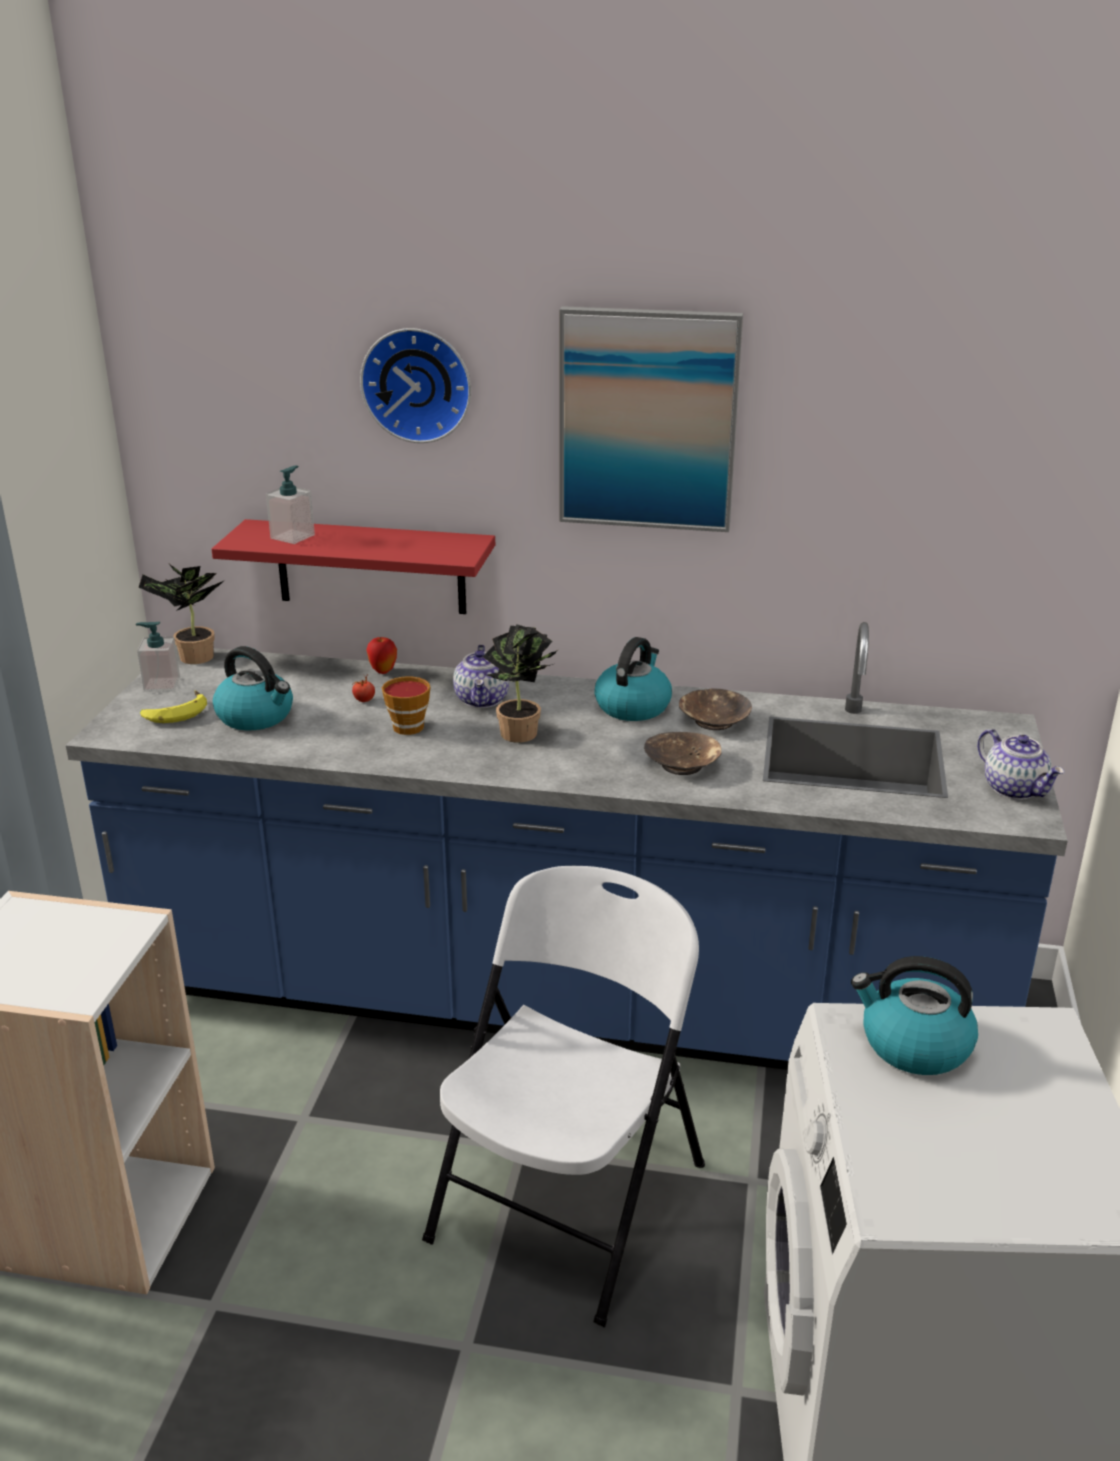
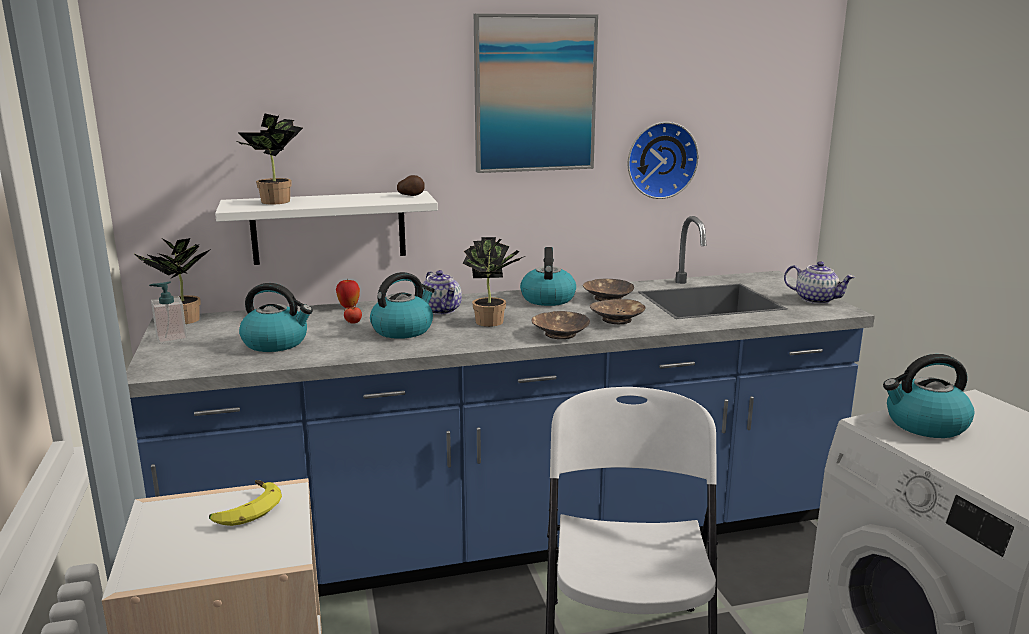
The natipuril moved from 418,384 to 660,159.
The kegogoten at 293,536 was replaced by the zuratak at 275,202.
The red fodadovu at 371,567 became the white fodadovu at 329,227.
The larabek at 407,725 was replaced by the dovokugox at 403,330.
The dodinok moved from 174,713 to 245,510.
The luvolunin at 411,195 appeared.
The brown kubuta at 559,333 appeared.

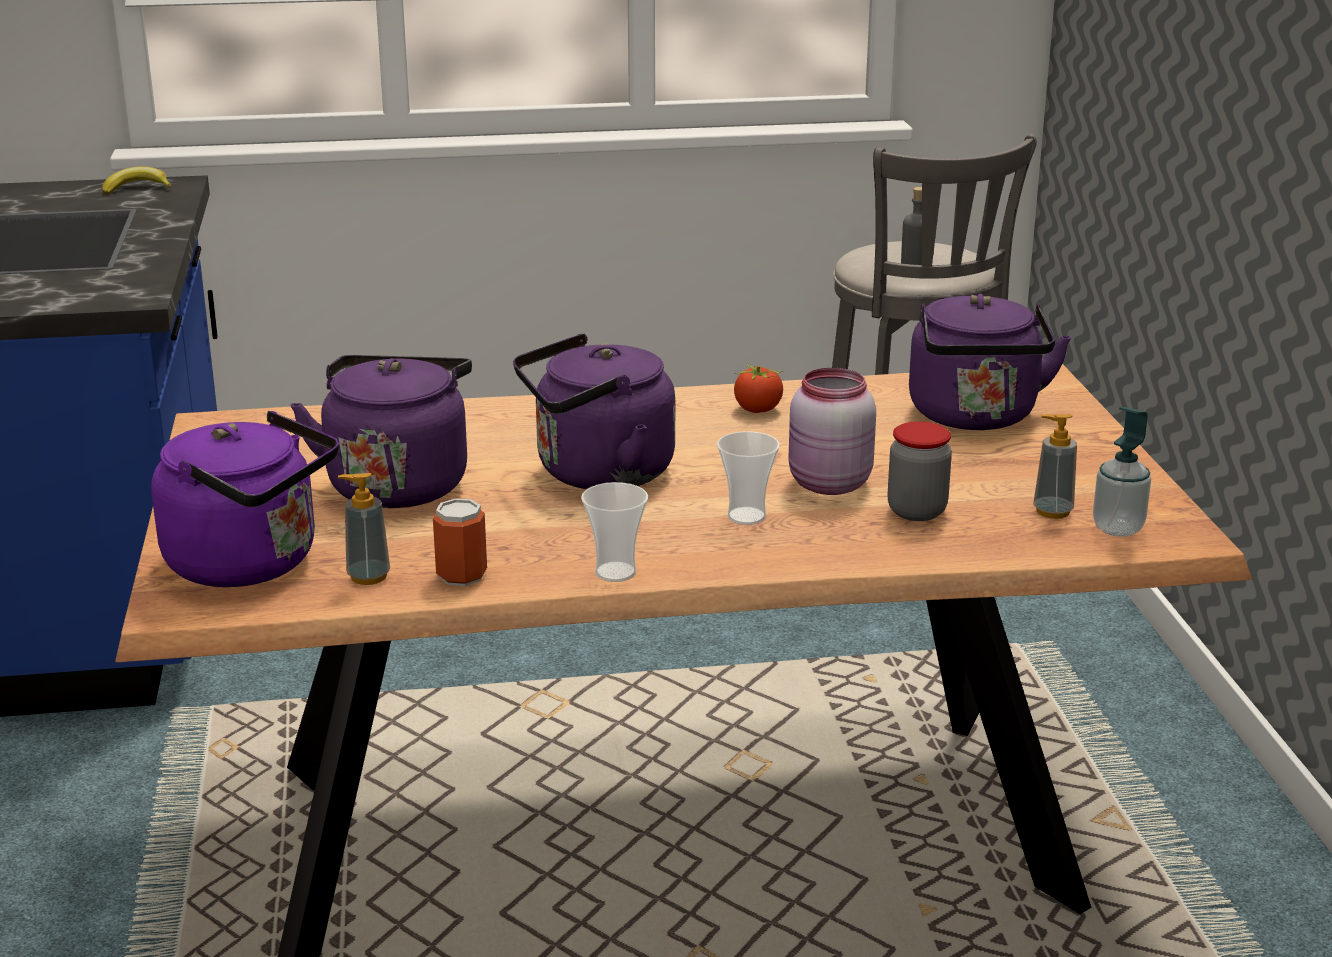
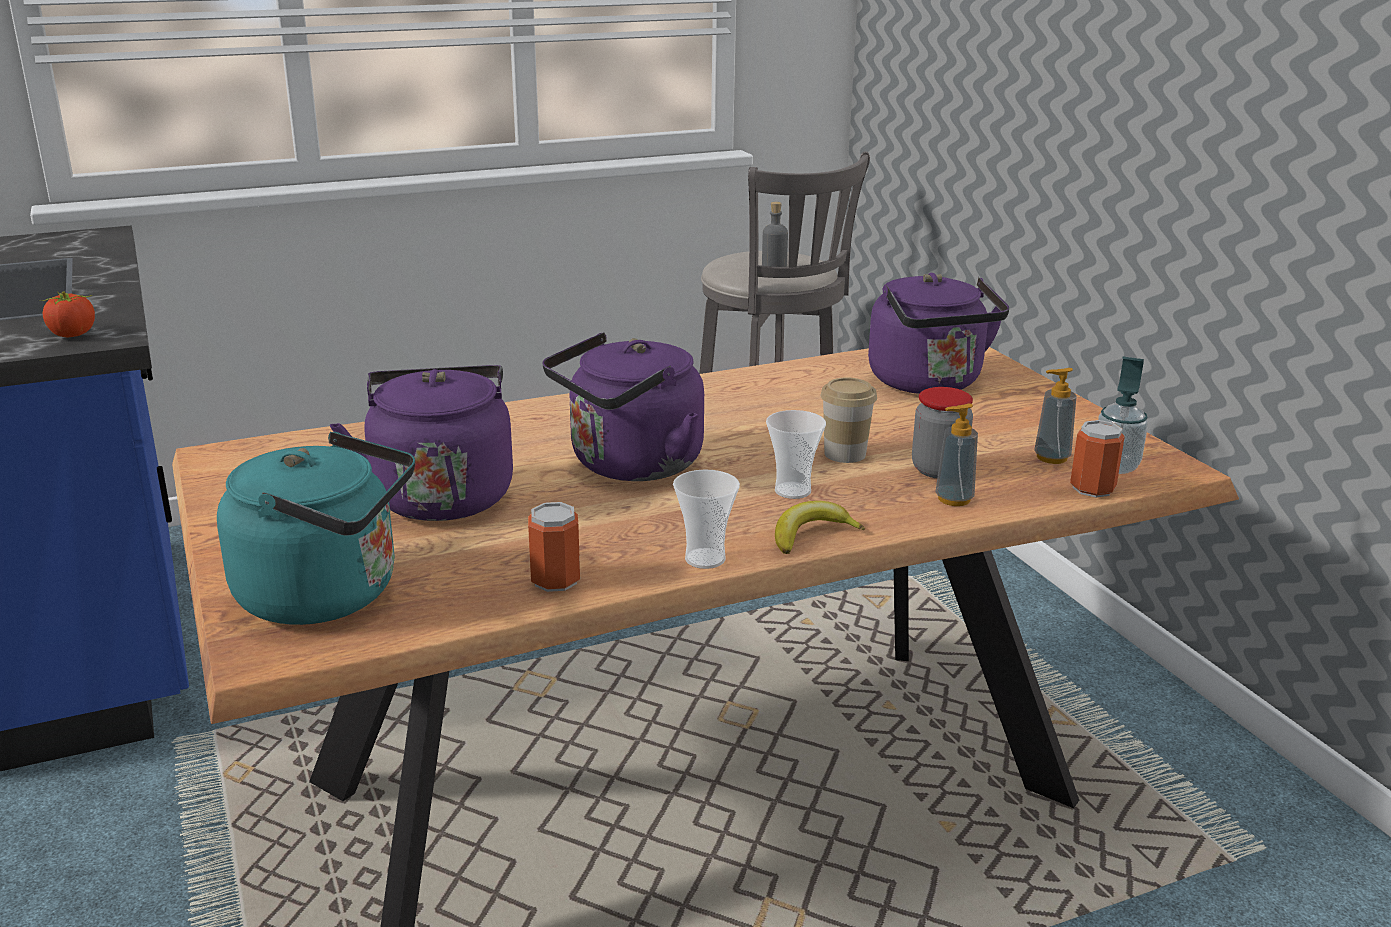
The dodinok moved from 137,188 to 811,535.
The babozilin moved from 758,409 to 73,335.
The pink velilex at 827,484 was replaced by the larabek at 845,454.
The purple dovokugox at 252,564 became the turquoise dovokugox at 328,595.
The kegogoten moved from 368,576 to 954,499.
The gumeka at 1092,488 appeared.

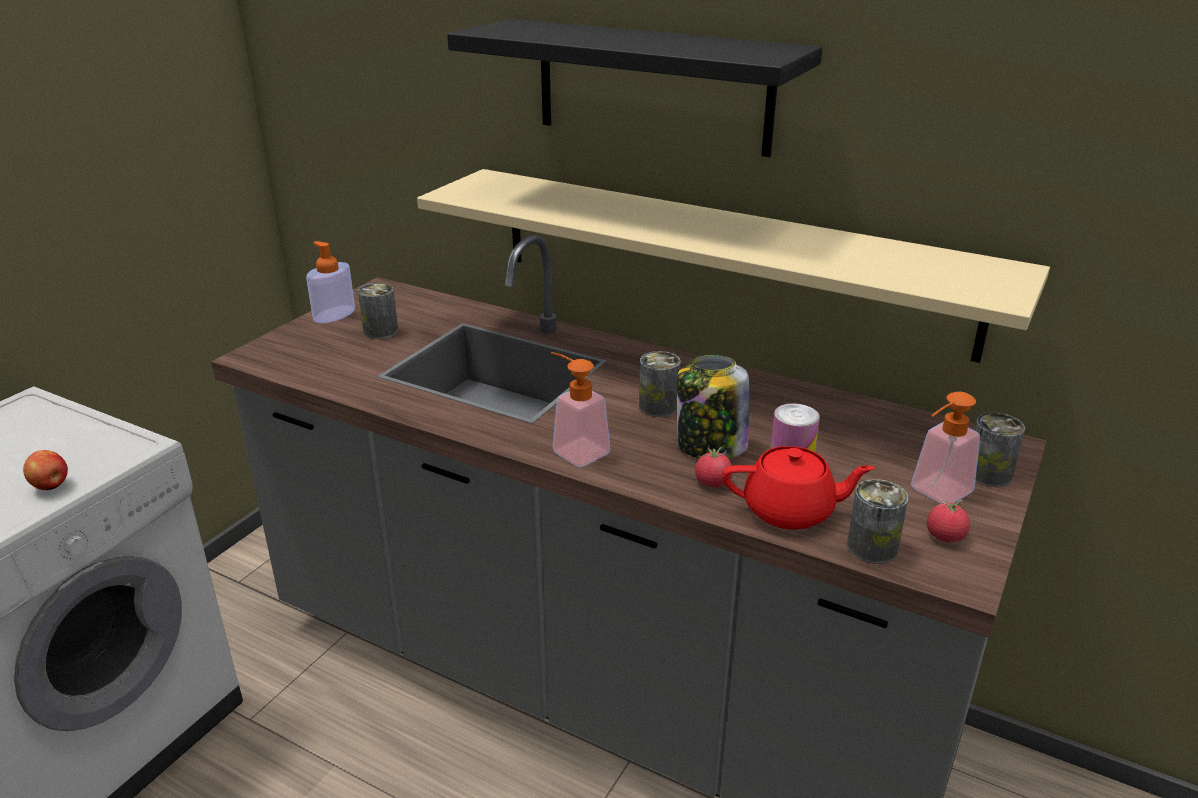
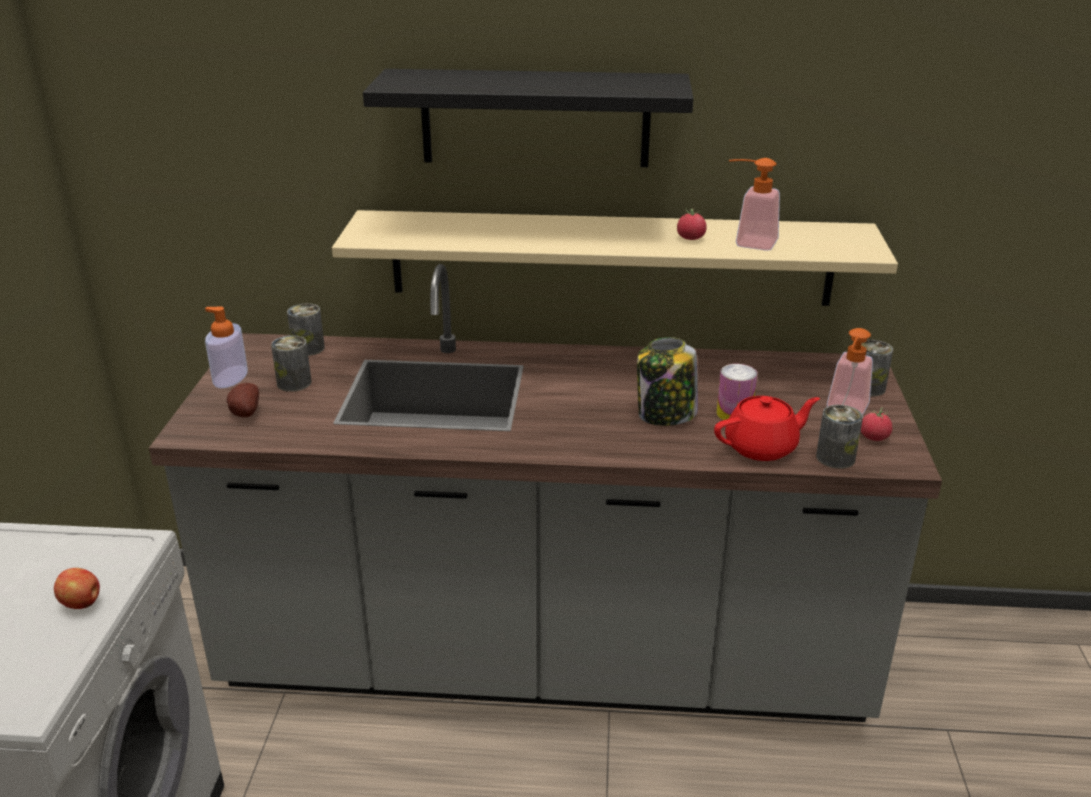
The gumeka moved from 658,407 to 308,348.
The kegogoten moved from 574,449 to 748,242.
The babozilin moved from 712,483 to 690,238.
The luvolunin at 244,414 appeared.

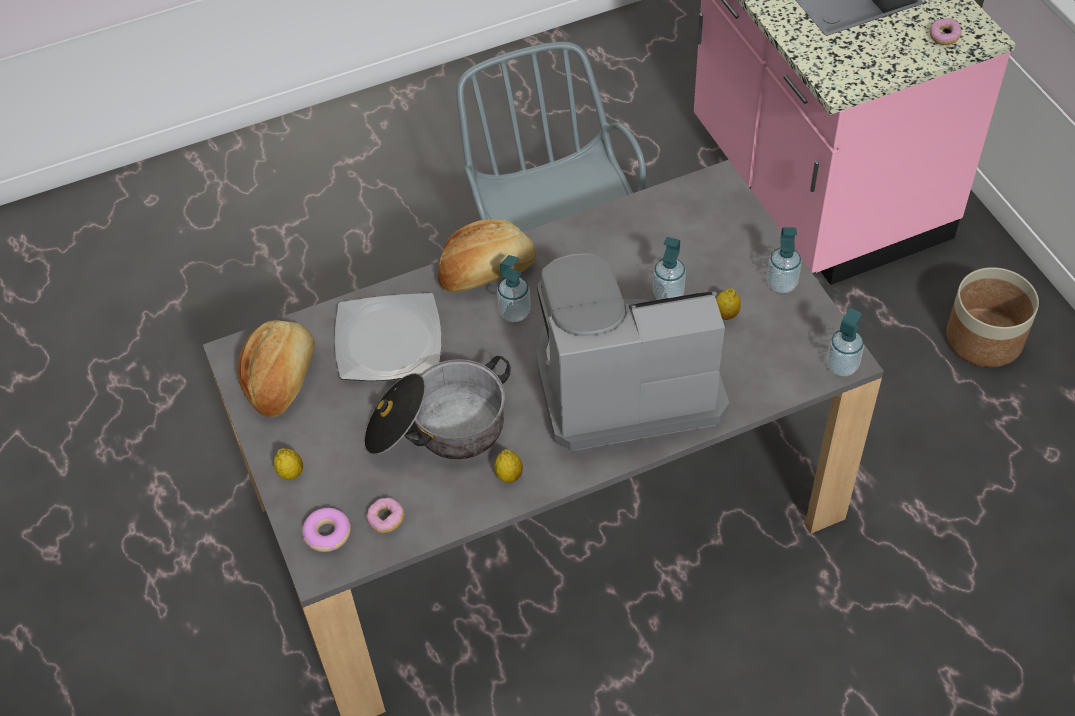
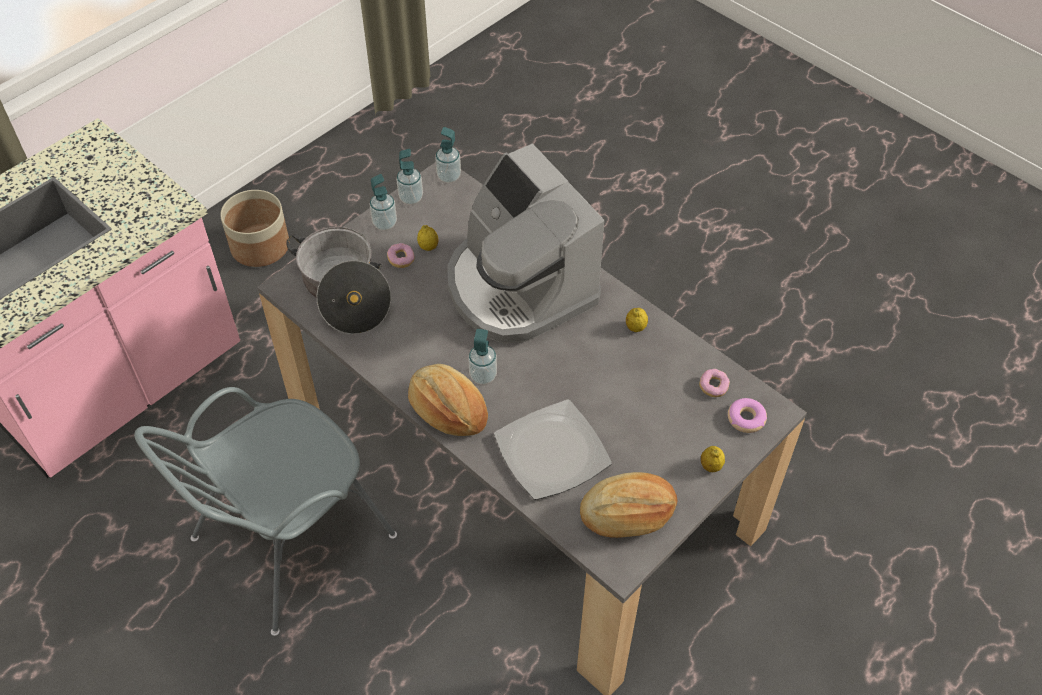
The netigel moved from 944,37 to 401,260.
The kegogoten moved from 668,294 to 411,198.
The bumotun moved from 438,428 to 344,292.

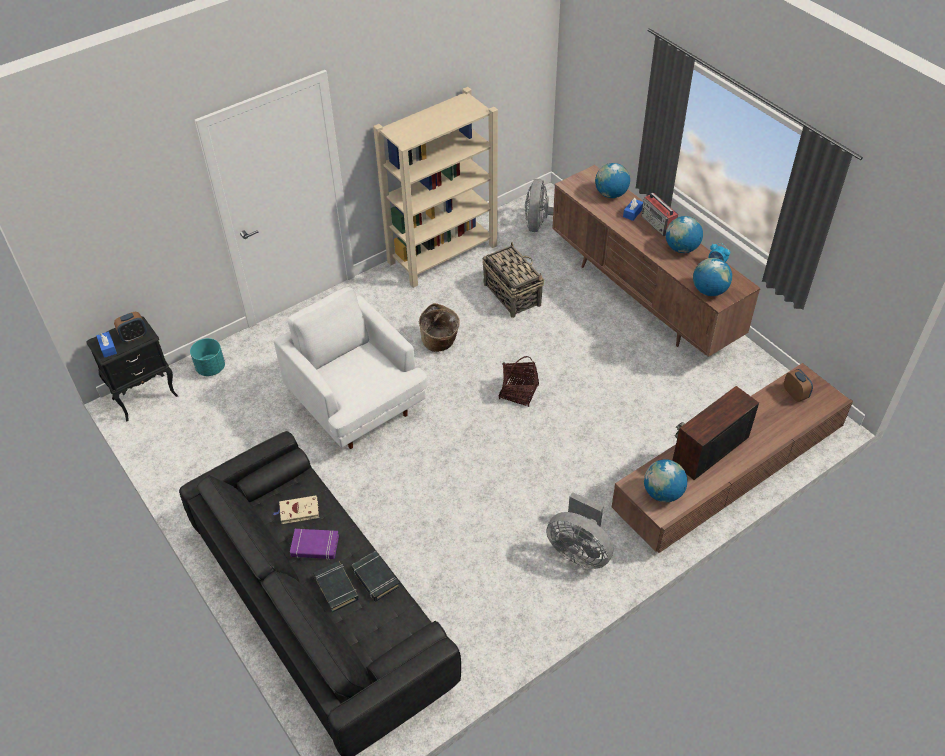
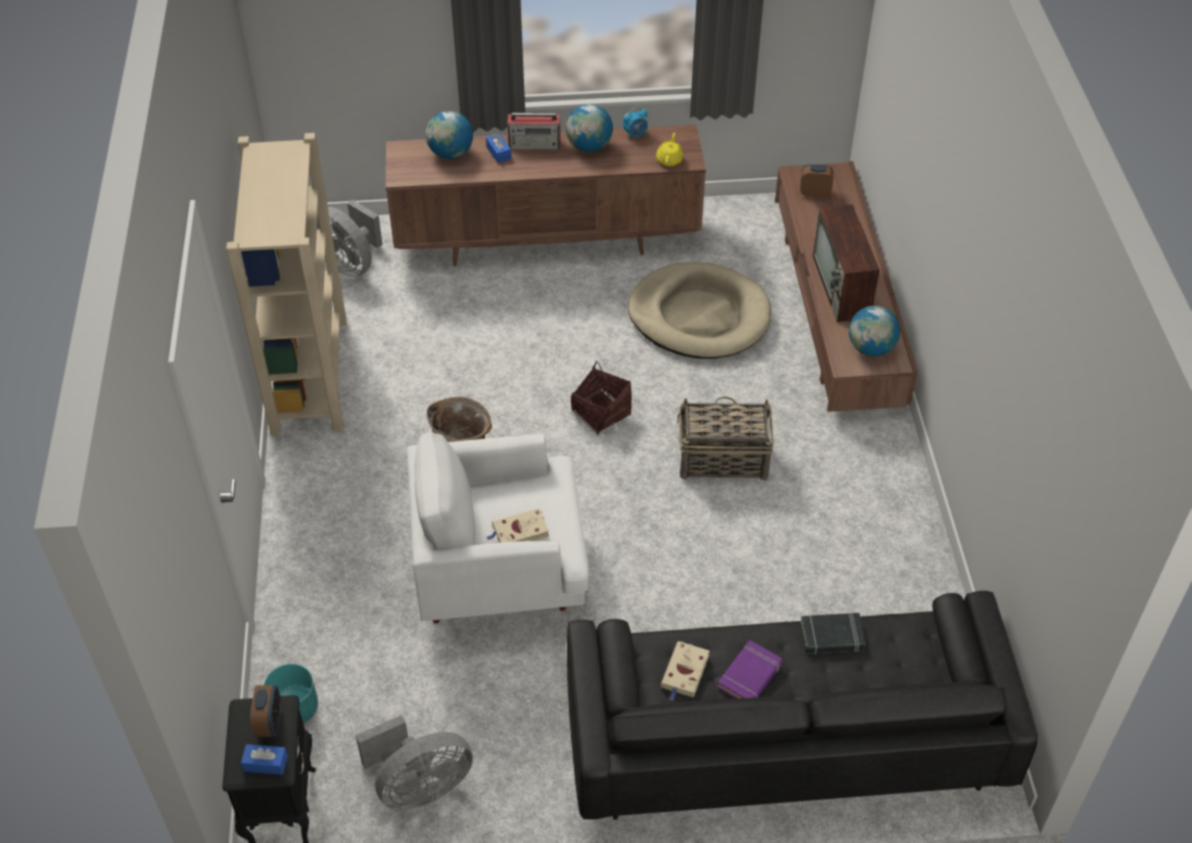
The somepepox moved from 511,294 to 721,459.
The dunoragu at 709,290 was replaced by the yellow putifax at 669,159.
The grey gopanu moved from 579,551 to 419,786.
The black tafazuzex at 336,588 disappeared.
The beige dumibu at 699,316 appeared.
The beige tafazuzex at 519,532 appeared.

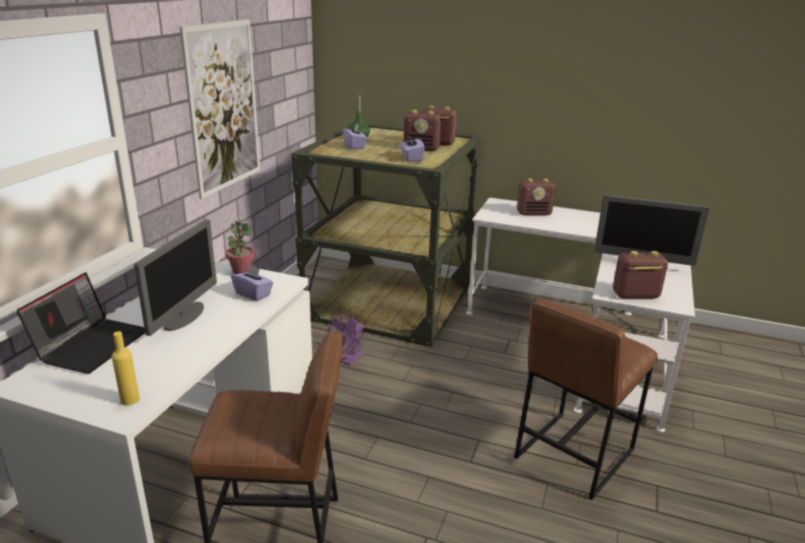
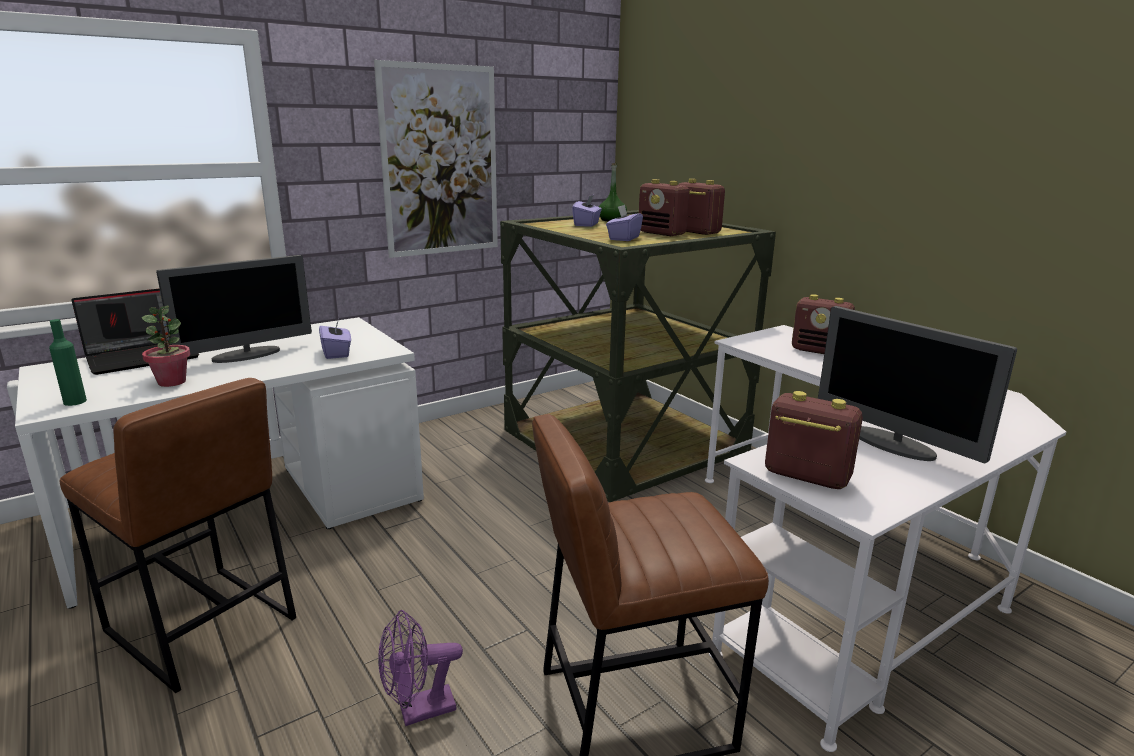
The zuratak moved from 242,272 to 172,382.
The purple gopanu moved from 349,360 to 418,711.
The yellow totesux at 130,400 became the green totesux at 75,401.

